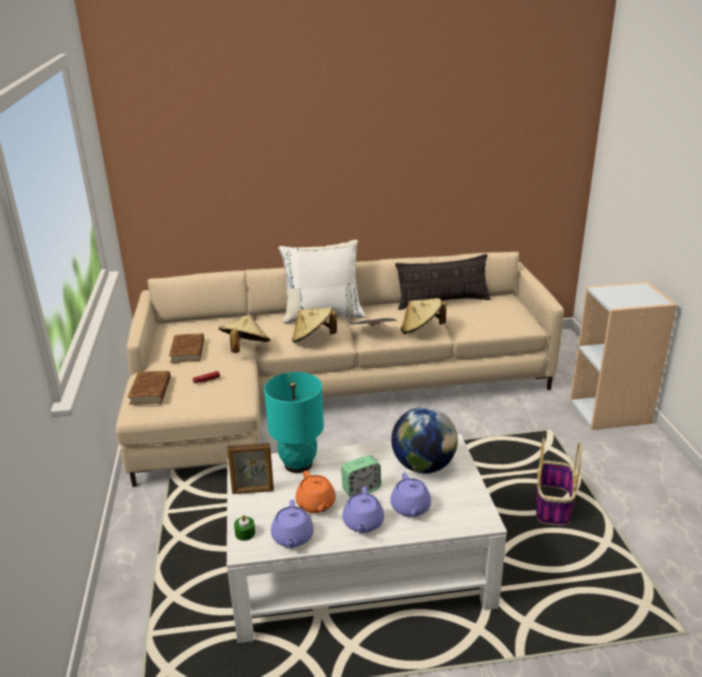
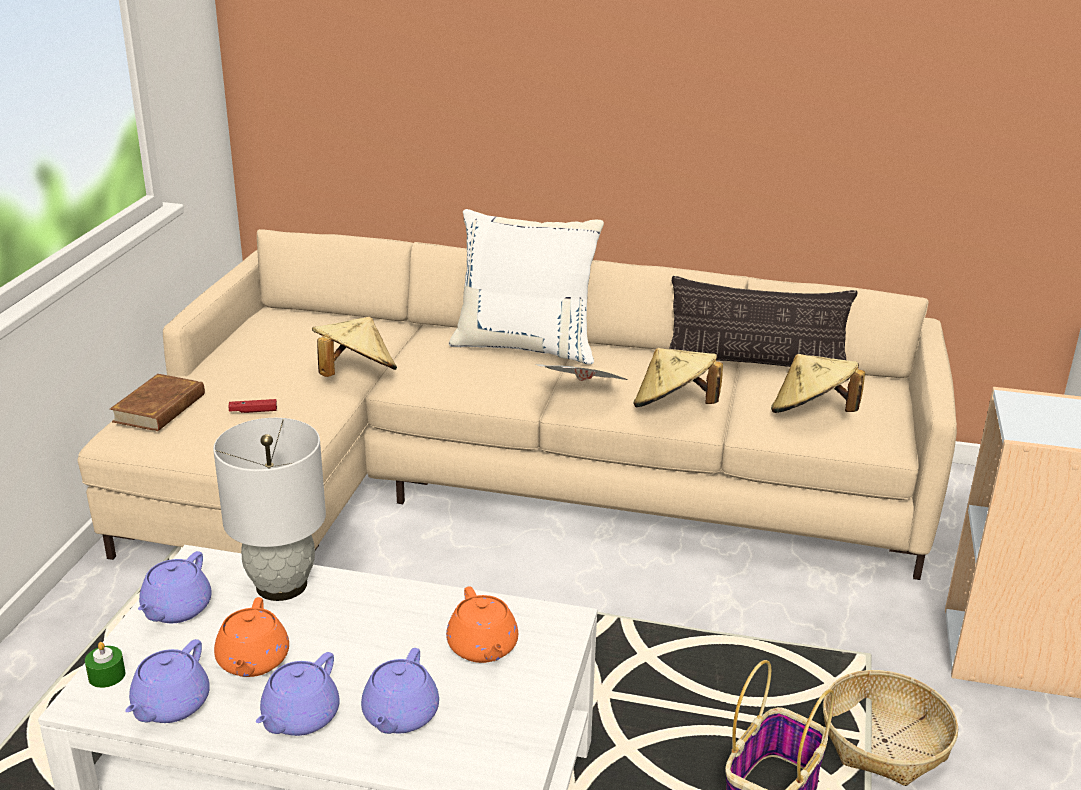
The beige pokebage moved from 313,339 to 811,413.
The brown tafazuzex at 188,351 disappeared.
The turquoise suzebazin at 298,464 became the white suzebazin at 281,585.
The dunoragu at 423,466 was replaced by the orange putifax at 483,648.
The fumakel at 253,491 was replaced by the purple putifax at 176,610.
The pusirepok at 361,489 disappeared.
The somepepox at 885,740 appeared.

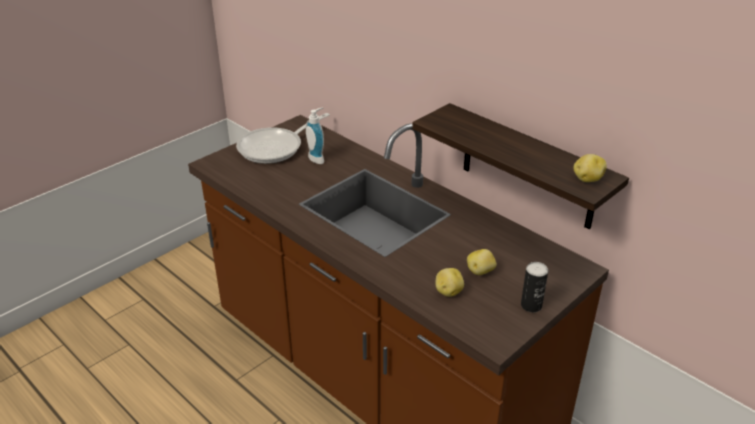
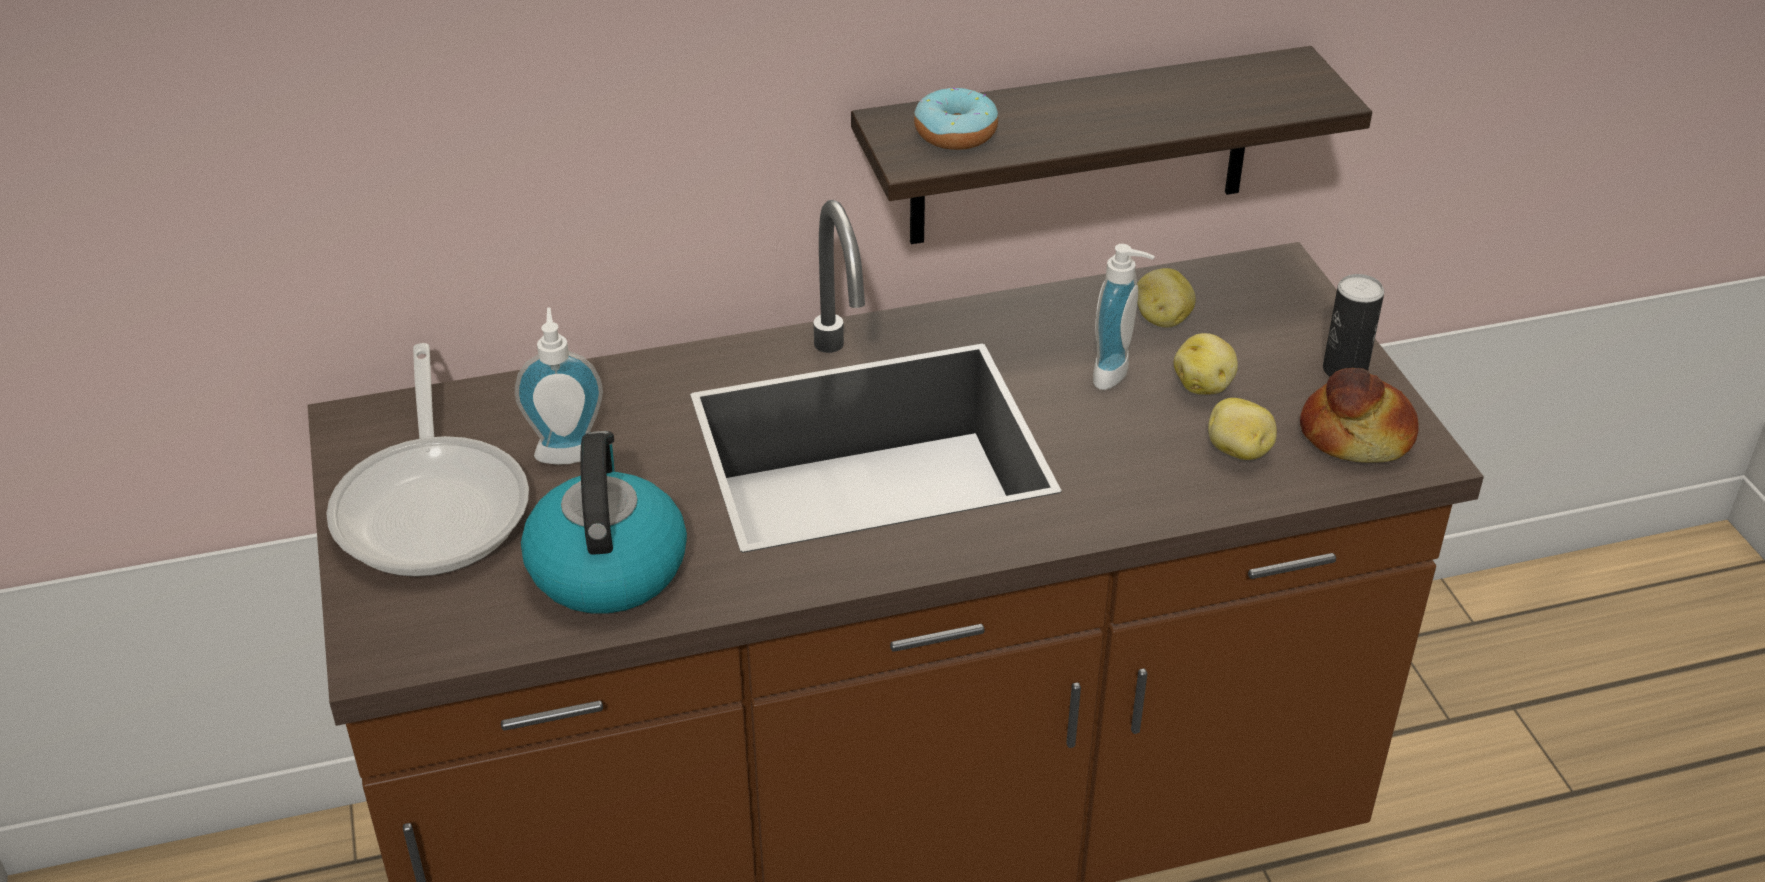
The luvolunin moved from 587,179 to 1161,319.
The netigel at 955,133 appeared.
The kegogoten at 1117,374 appeared.
The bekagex at 1357,437 appeared.
The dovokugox at 606,566 appeared.

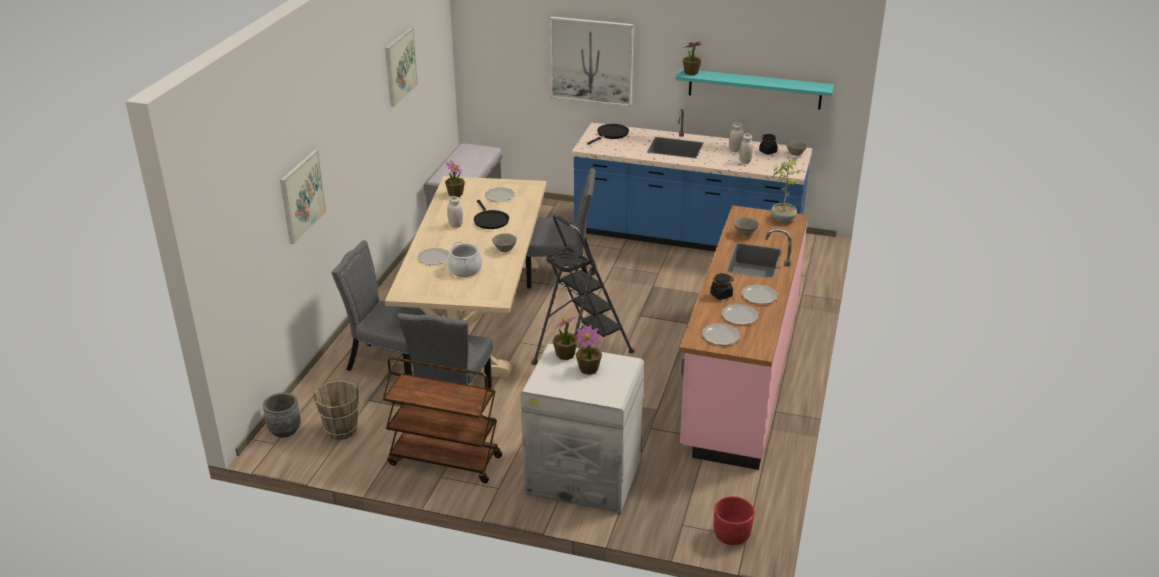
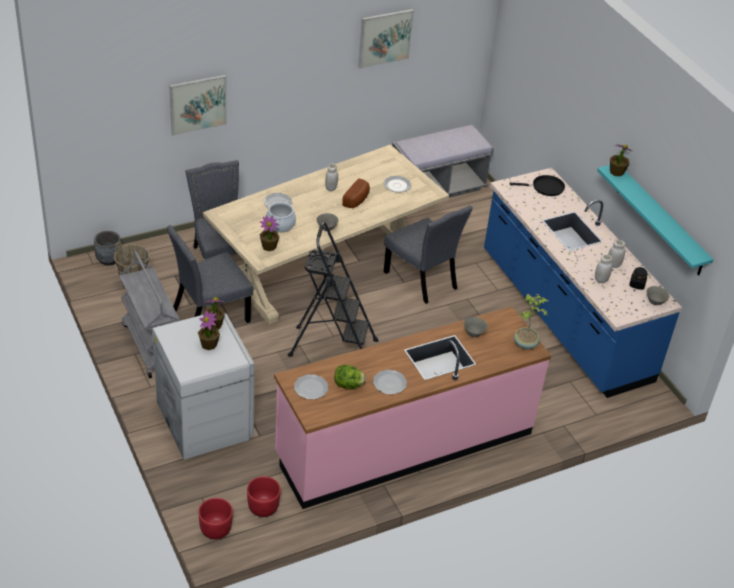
The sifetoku at 591,61 disappeared.
The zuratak moved from 455,194 to 269,246.
The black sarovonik at 490,220 was replaced by the bekagex at 357,200.
The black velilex at 721,295 disappeared.
The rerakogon at 739,316 was replaced by the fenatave at 348,385.
The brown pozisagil at 444,461 became the grey pozisagil at 151,346.
The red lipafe at 263,507 appeared.

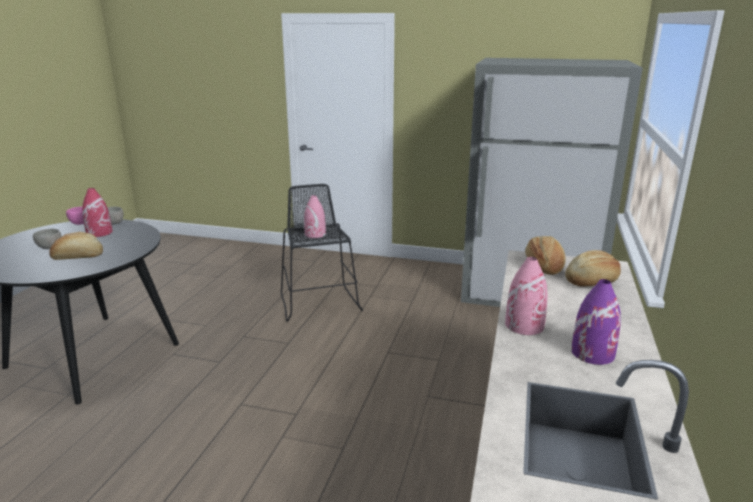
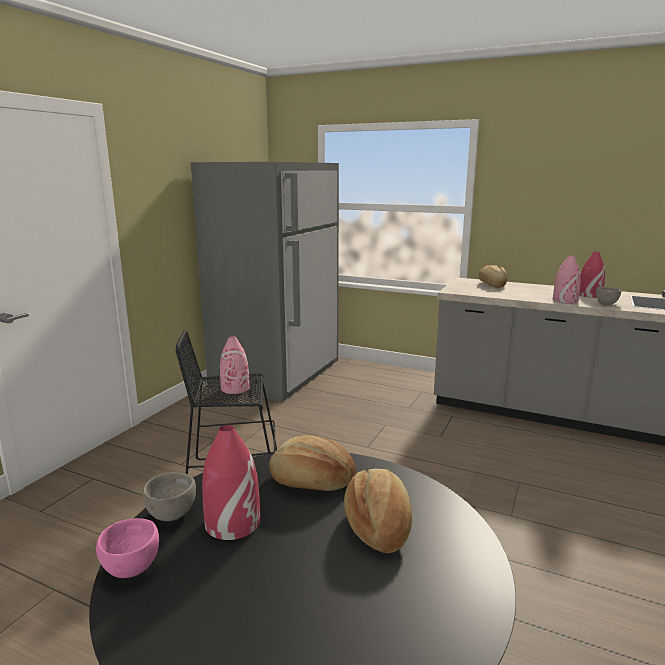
The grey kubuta moved from 49,247 to 607,303.
The bekagex moved from 544,266 to 312,481.
The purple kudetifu at 592,353 became the red kudetifu at 589,295.

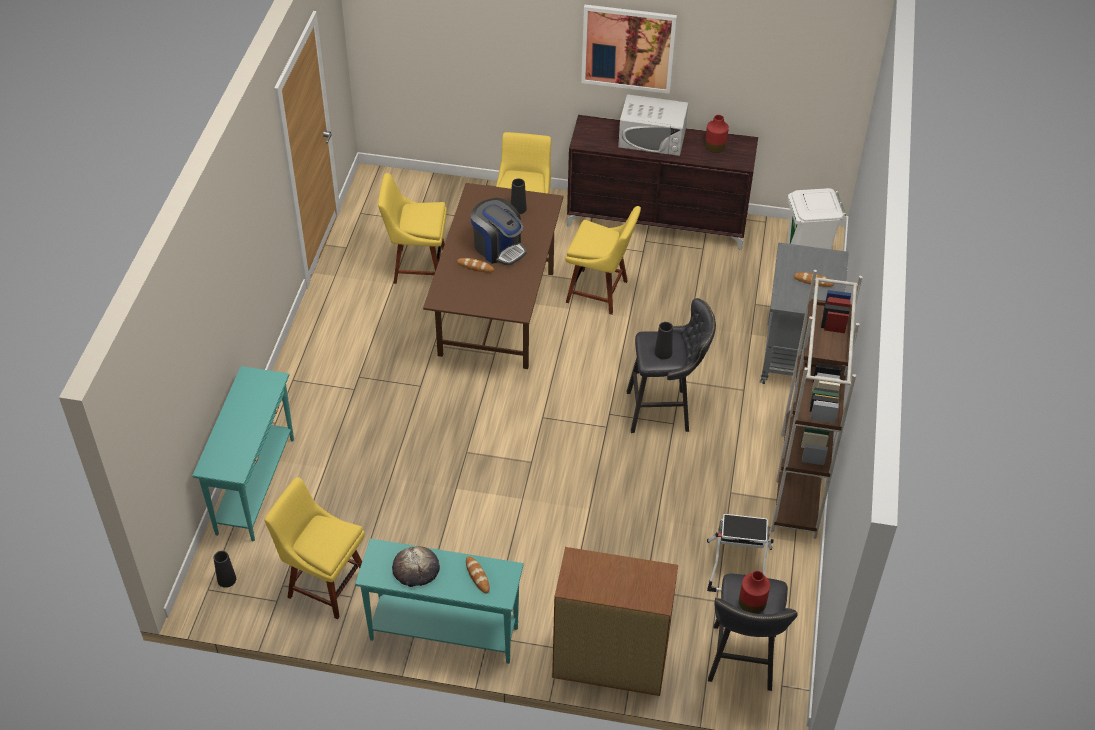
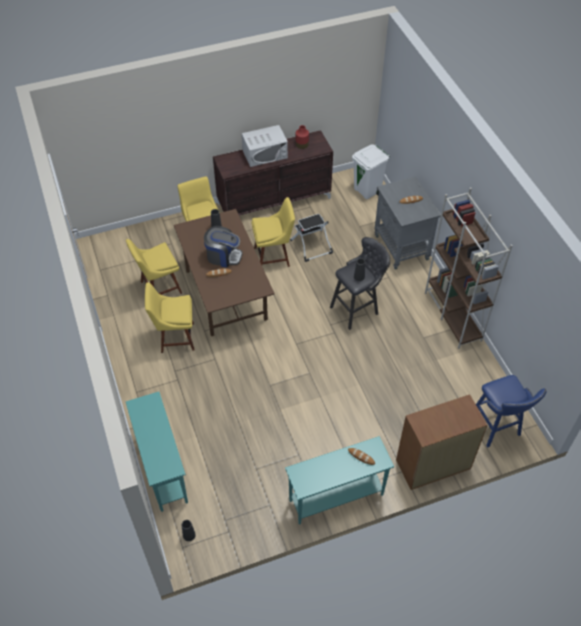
The sifetoku at 628,48 disappeared.
The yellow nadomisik moved from 324,583 to 175,337.
The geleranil moved from 738,566 to 311,245.
The bekagex at 416,569 disappeared.
The red kudetifu at 752,602 disappeared.
The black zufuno at 741,666 became the blue zufuno at 497,430.

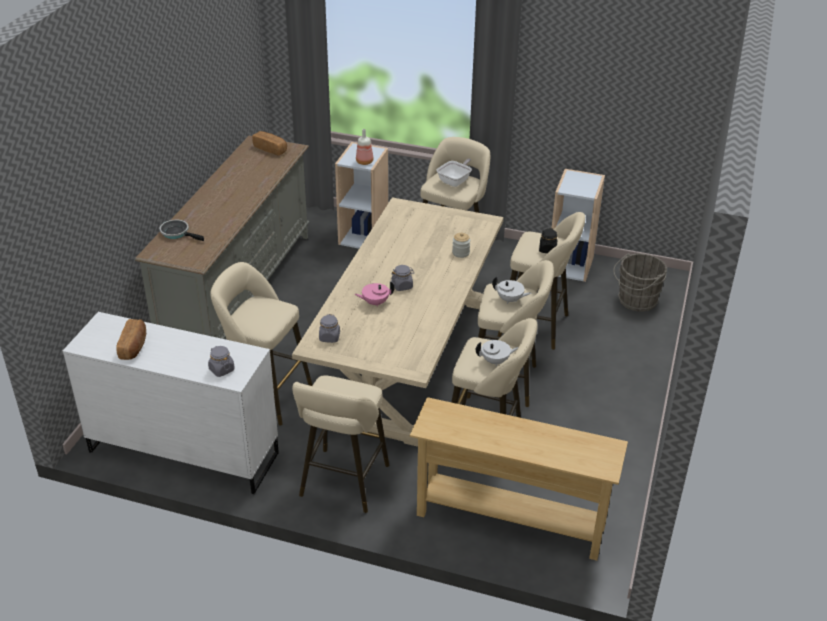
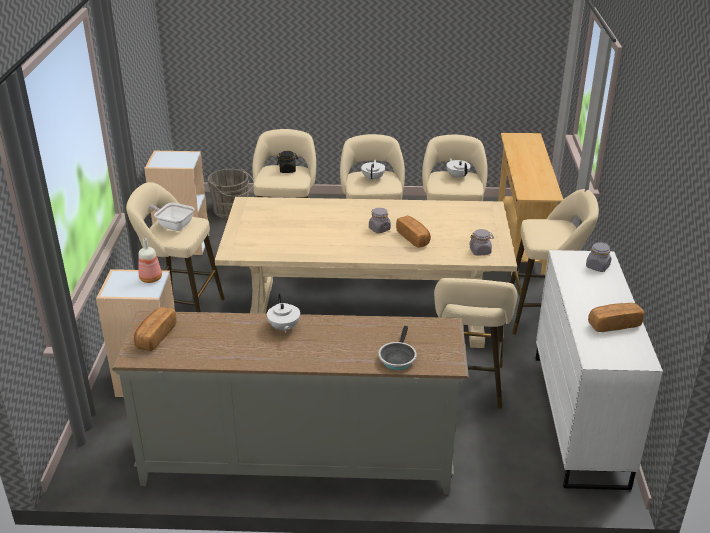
The velilex at 460,253 disappeared.
The pink putifax at 375,302 was replaced by the bekagex at 413,238.
The white putifax at 284,328 appeared.

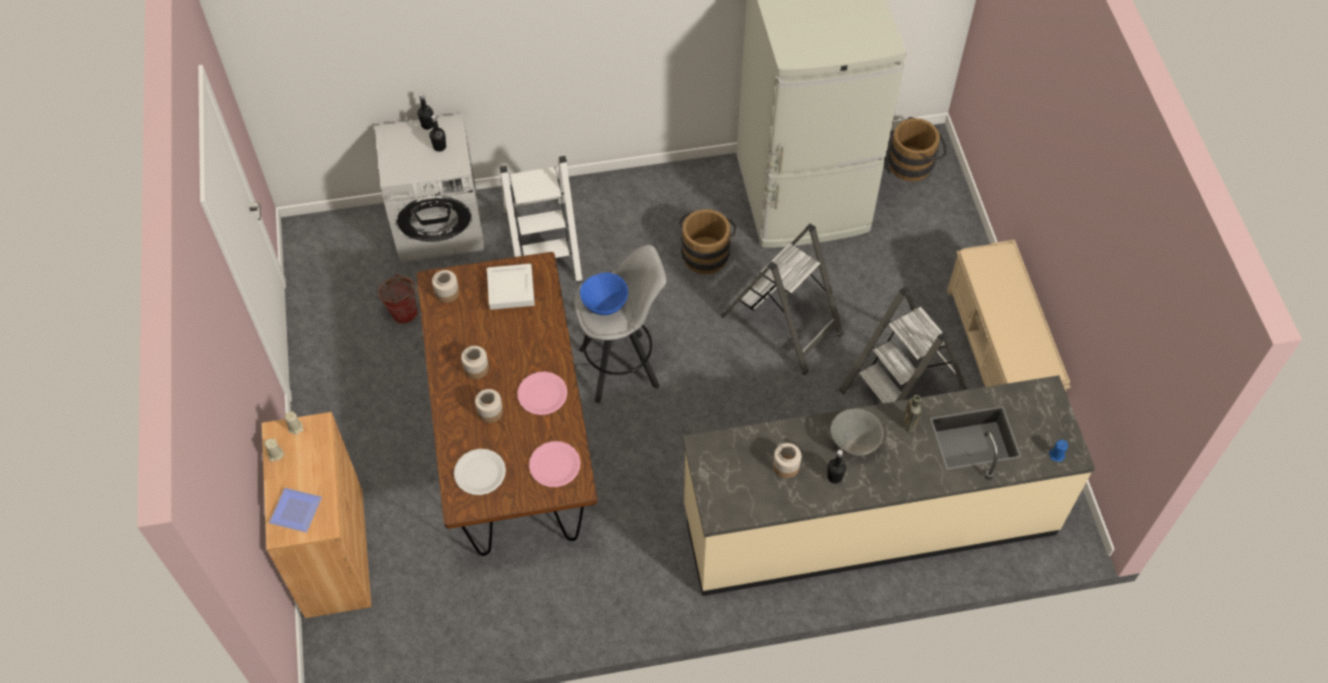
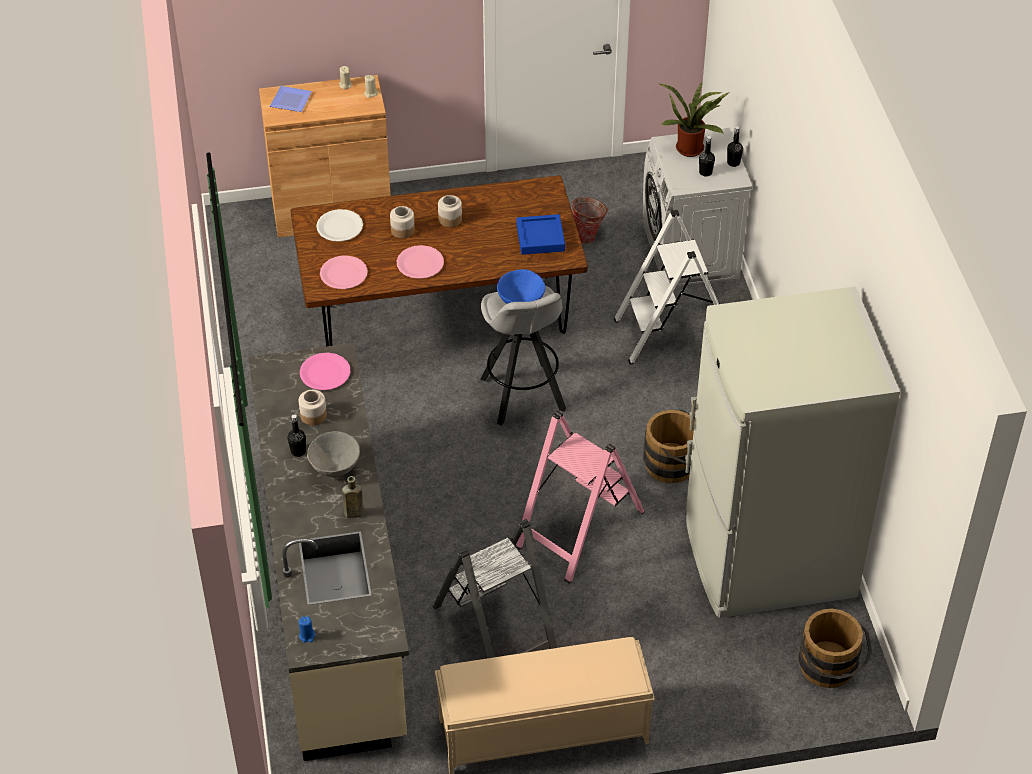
The grey geleranil at 783,325 became the pink geleranil at 578,529.
The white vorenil at 511,289 became the blue vorenil at 540,238.
The velilex at 447,292 disappeared.
The zuratak at 691,147 appeared.
The pink rerakogon at 325,373 appeared.

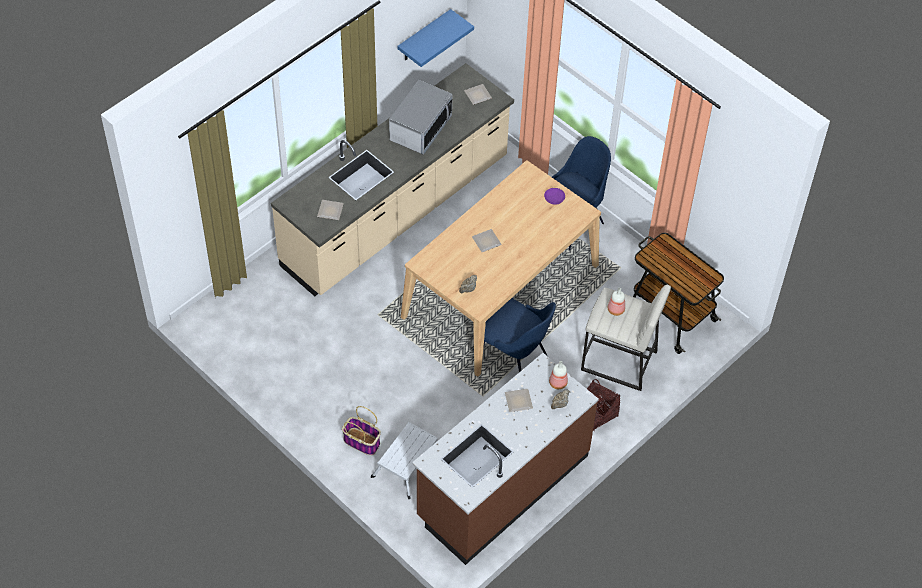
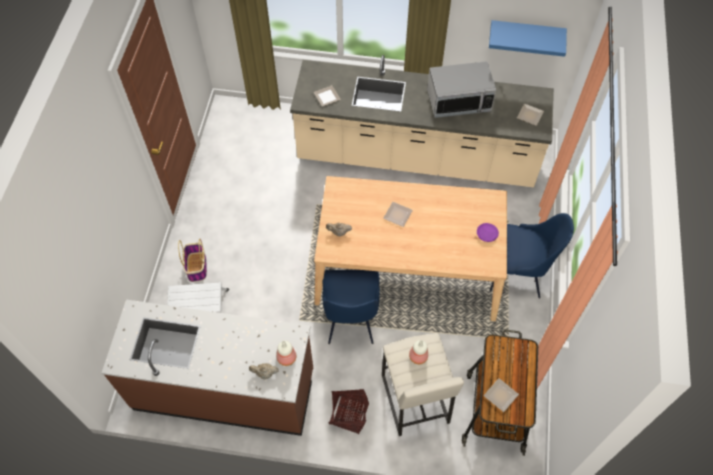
The rerakogon moved from 519,402 to 501,397.

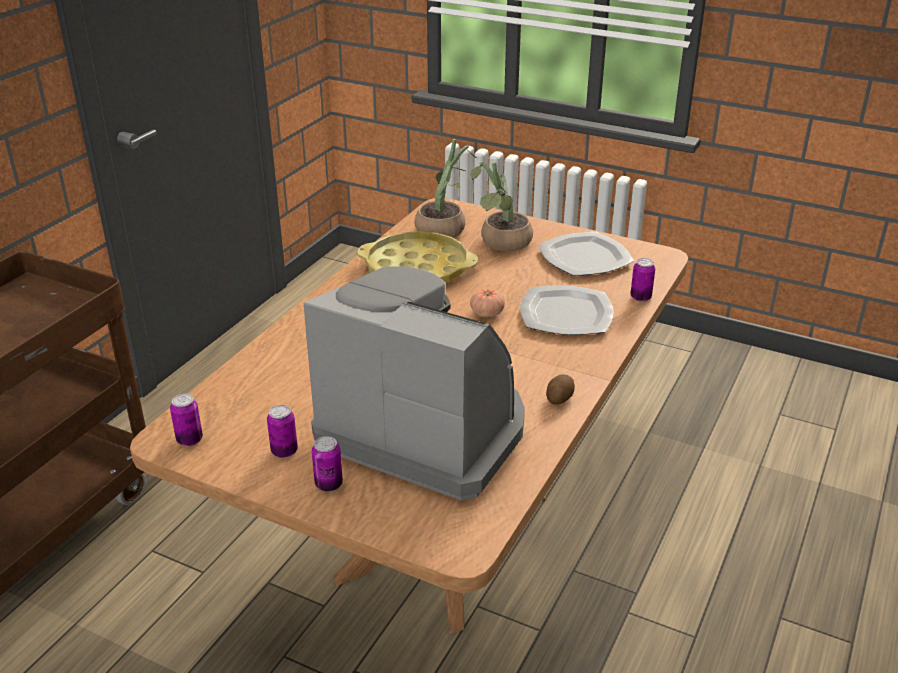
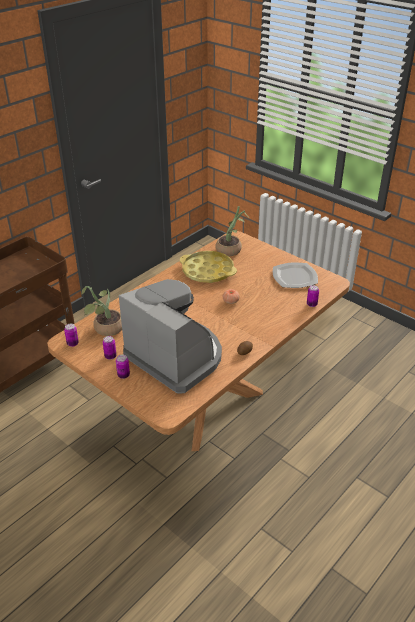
The zuratak moved from 501,243 to 105,329.
The rerakogon at 567,313 disappeared.

